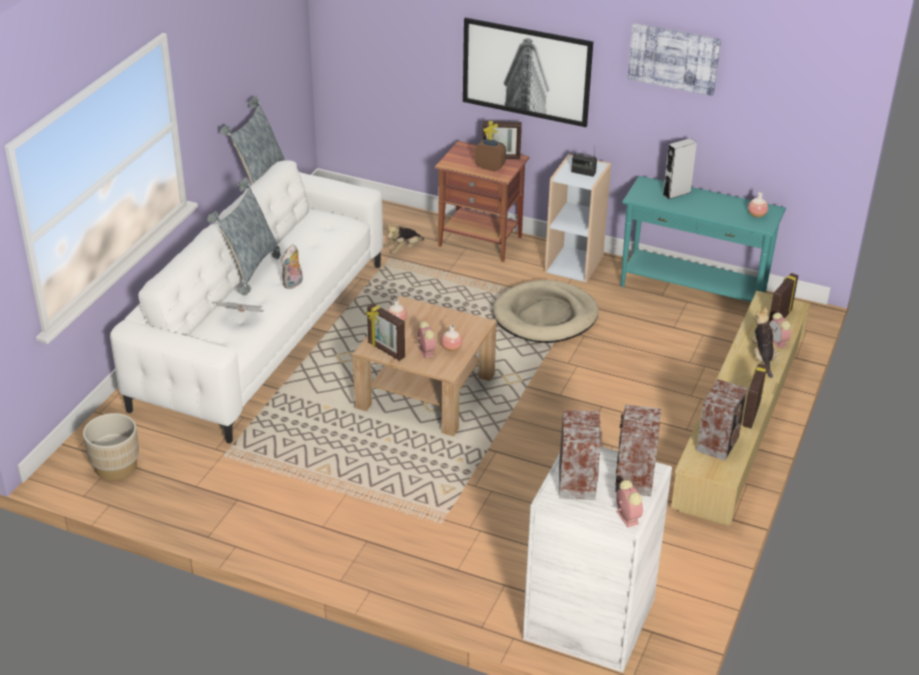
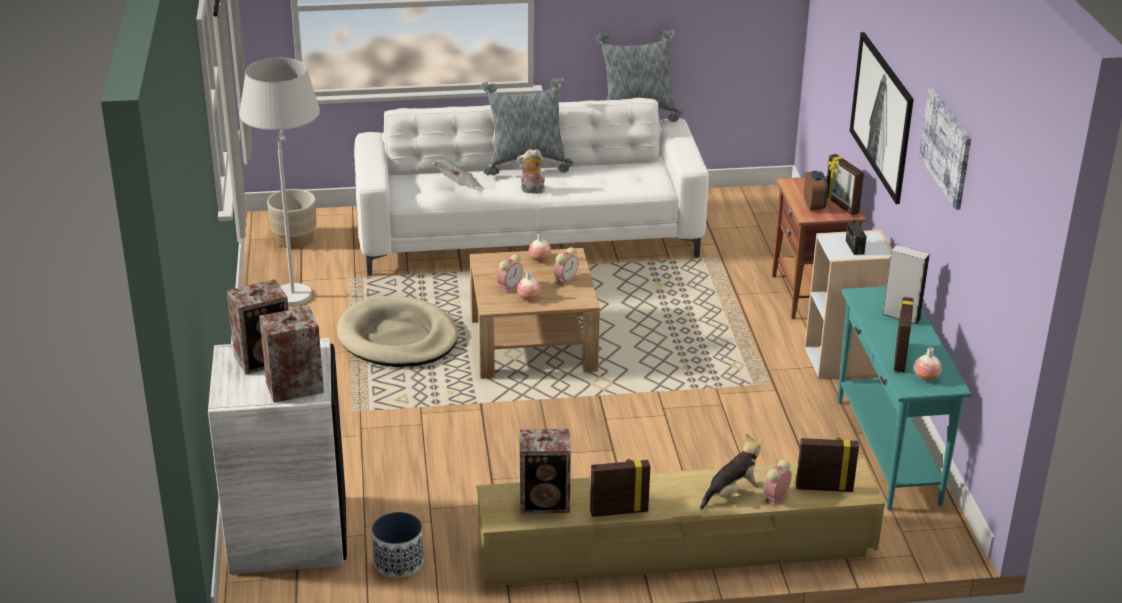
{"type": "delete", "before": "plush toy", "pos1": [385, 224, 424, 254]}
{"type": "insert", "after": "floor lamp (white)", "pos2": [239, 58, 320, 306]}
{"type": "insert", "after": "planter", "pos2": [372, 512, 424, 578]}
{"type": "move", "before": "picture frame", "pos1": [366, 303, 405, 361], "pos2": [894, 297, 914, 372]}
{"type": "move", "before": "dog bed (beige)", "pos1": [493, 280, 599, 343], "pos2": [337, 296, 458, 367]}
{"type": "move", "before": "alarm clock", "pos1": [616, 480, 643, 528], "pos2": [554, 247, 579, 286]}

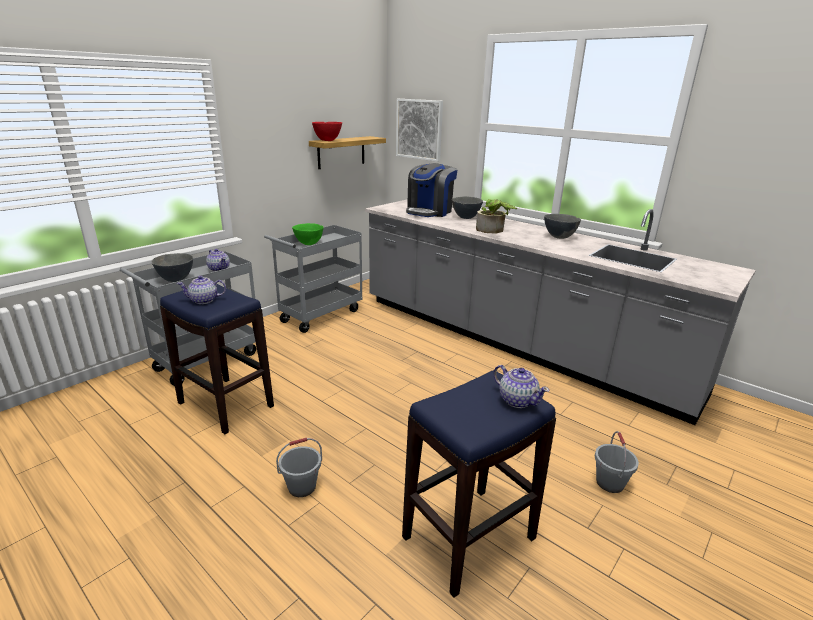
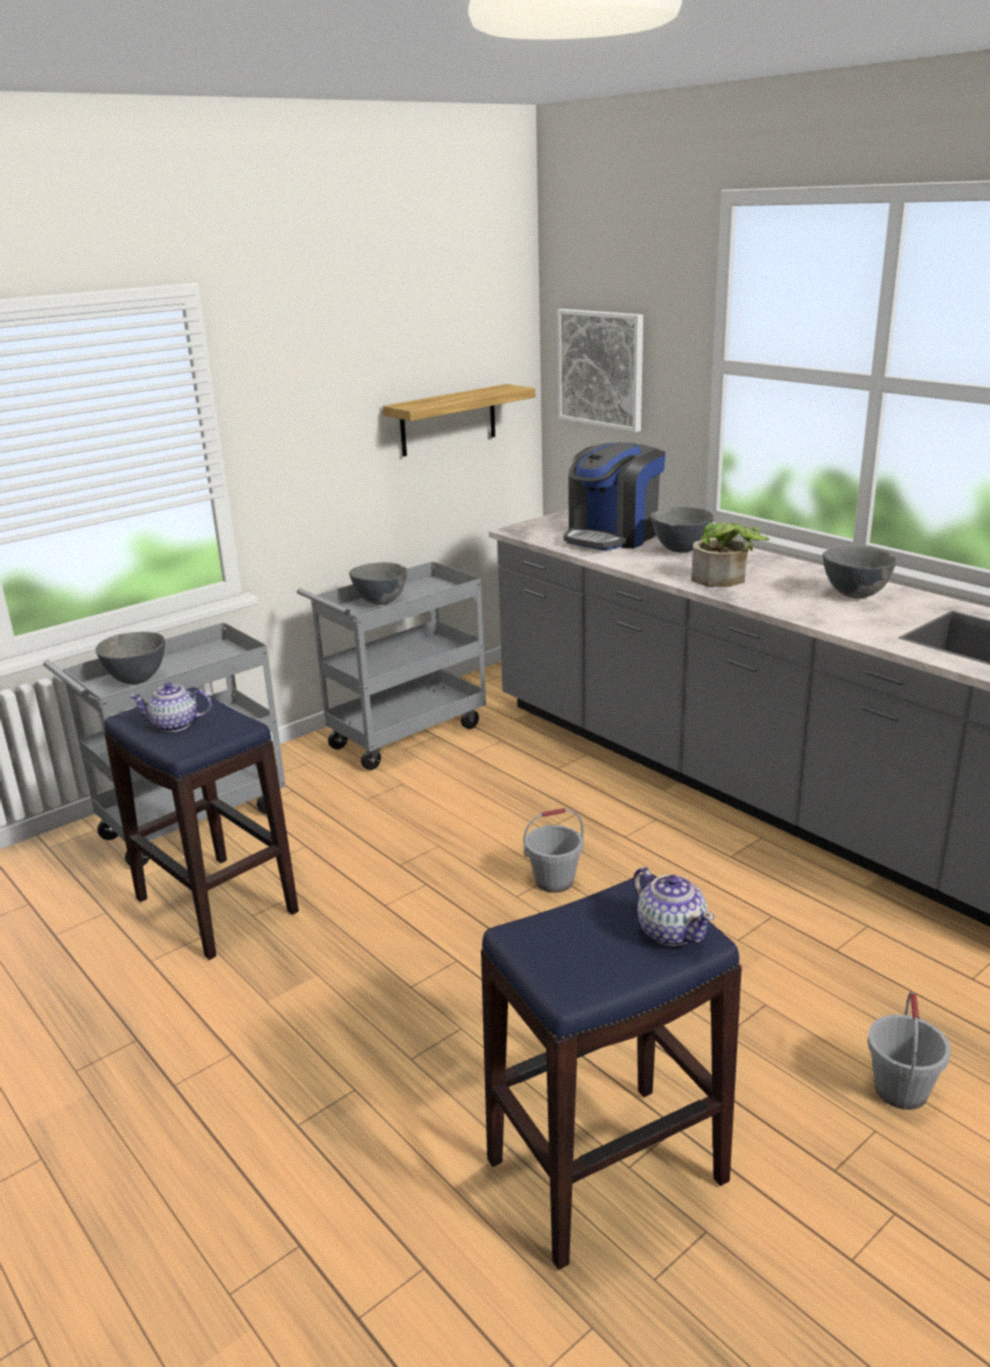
{"type": "delete", "before": "teapot", "pos1": [206, 249, 230, 272]}
{"type": "delete", "before": "bowl (red)", "pos1": [312, 122, 342, 141]}
{"type": "move", "before": "bucket (grey)", "pos1": [276, 437, 322, 497], "pos2": [523, 808, 583, 893]}
{"type": "recolor", "before": "bowl (green)", "after": "bowl (grey)", "pos1": [292, 223, 324, 245], "pos2": [349, 562, 407, 605]}

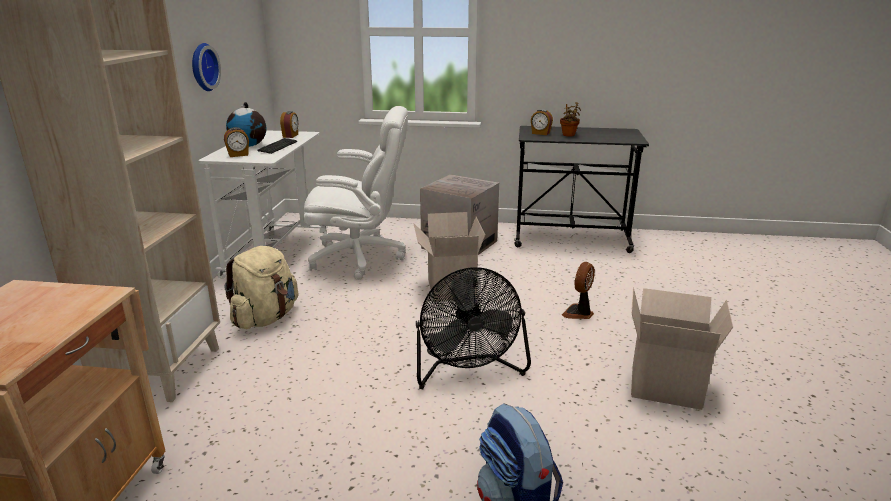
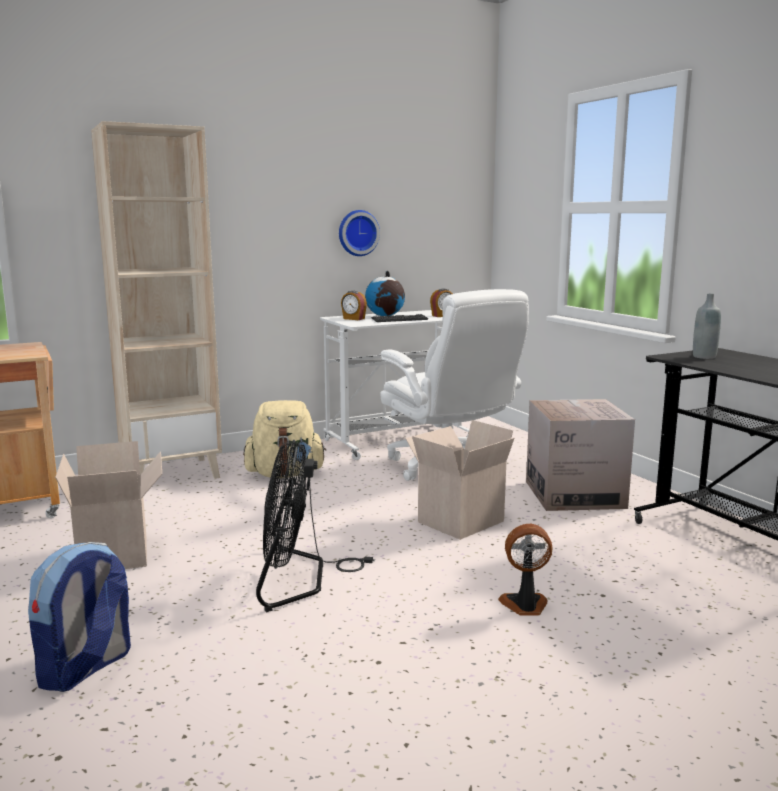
{"type": "delete", "before": "potted plant", "pos1": [560, 102, 581, 137]}
{"type": "move", "before": "cardboard box", "pos1": [631, 287, 733, 410], "pos2": [55, 441, 162, 569]}
{"type": "replace", "before": "alarm clock", "after": "bottle (grey)", "pos1": [531, 109, 553, 135], "pos2": [693, 293, 721, 359]}
{"type": "rotate", "before": "fan (black)", "pos1": [416, 267, 531, 389], "pos2": [256, 440, 375, 612], "turn": 45}

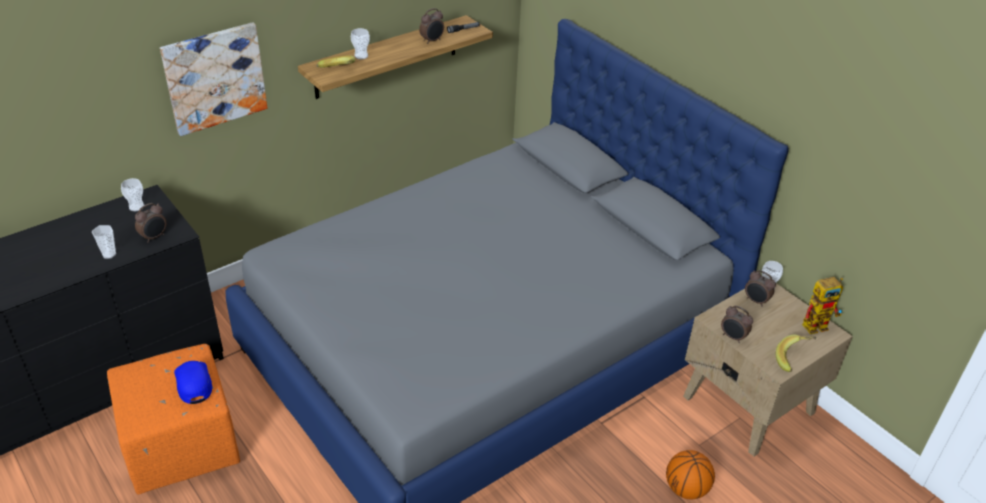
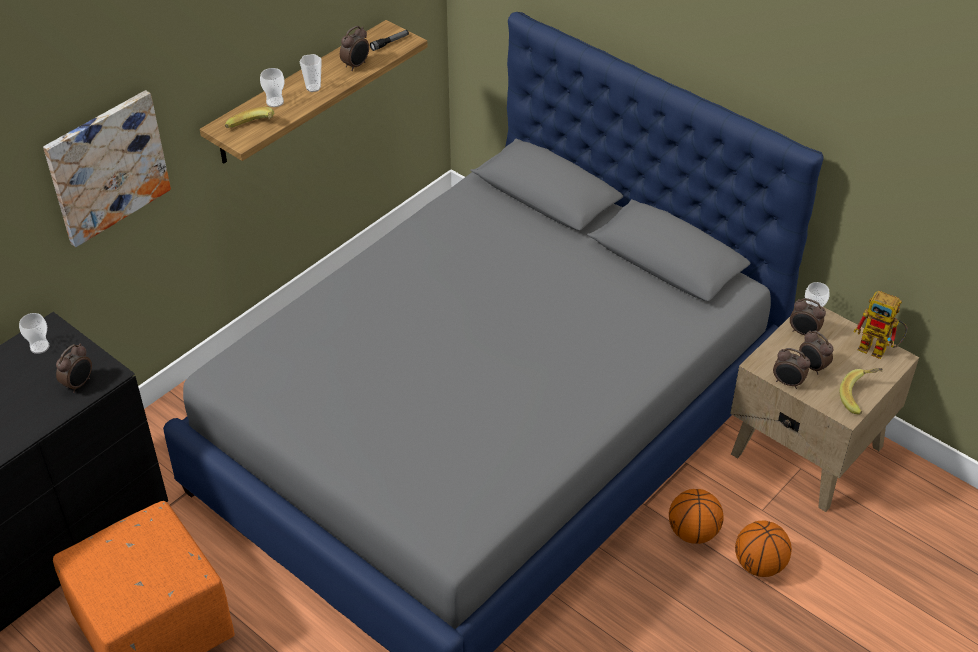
{"type": "delete", "before": "cap (blue)", "pos1": [174, 361, 212, 404]}
{"type": "insert", "after": "basketball", "pos2": [669, 489, 724, 544]}
{"type": "insert", "after": "alarm clock", "pos2": [799, 331, 833, 375]}
{"type": "move", "before": "cup", "pos1": [92, 225, 116, 259], "pos2": [299, 54, 322, 92]}
{"type": "rotate", "before": "toy robot", "pos1": [802, 277, 843, 334], "pos2": [853, 291, 907, 359], "turn": 60}

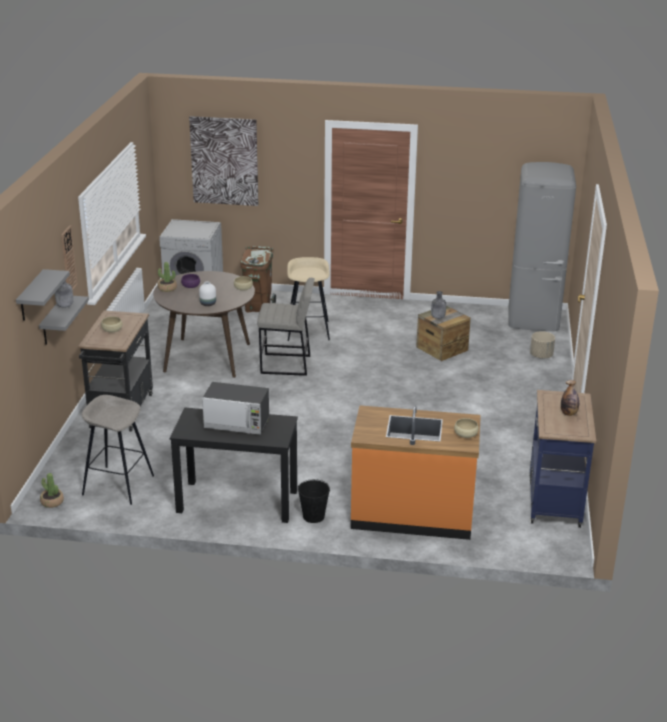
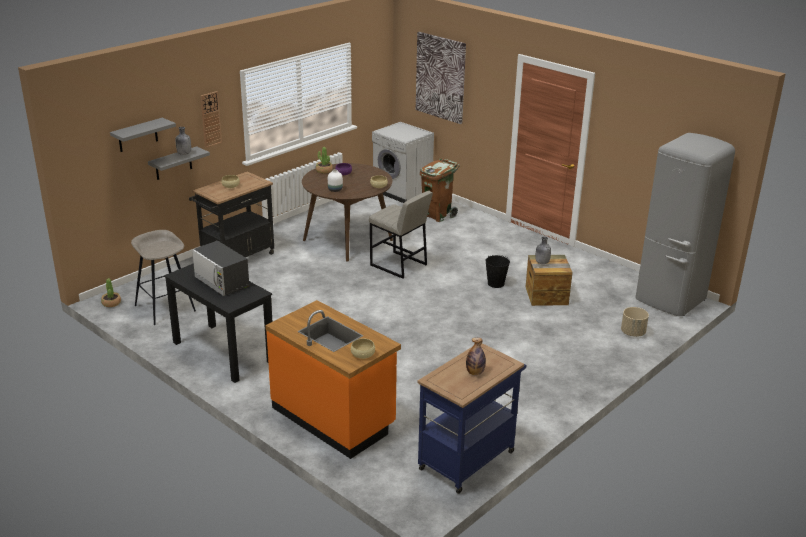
{"type": "delete", "before": "stool (beige)", "pos1": [287, 257, 330, 341]}
{"type": "move", "before": "bucket (black)", "pos1": [298, 479, 330, 523], "pos2": [485, 255, 510, 288]}

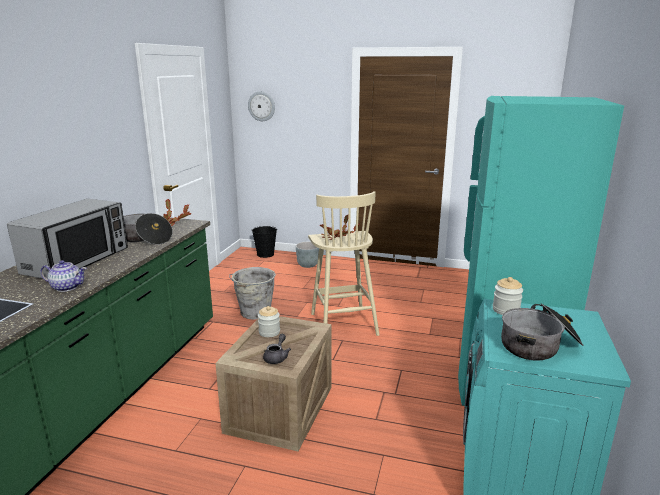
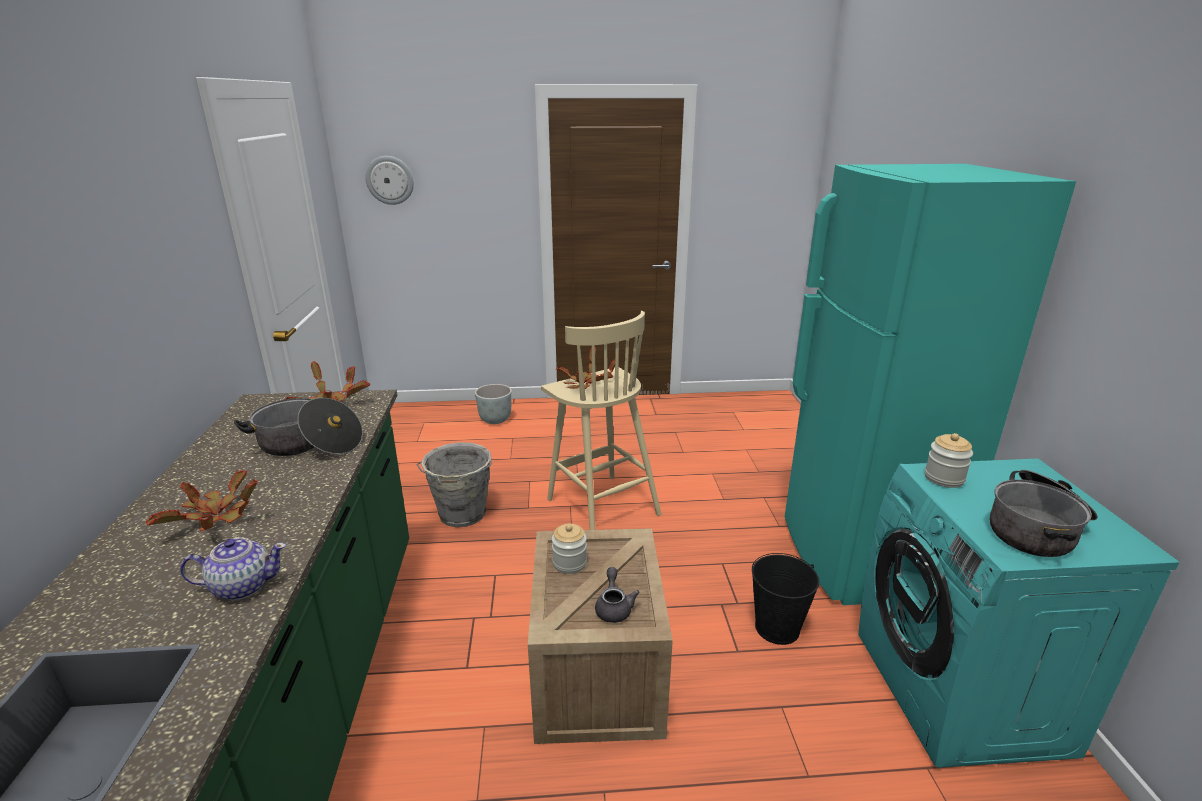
{"type": "move", "before": "bucket (black)", "pos1": [252, 226, 277, 258], "pos2": [752, 553, 819, 645]}
{"type": "replace", "before": "microwave", "after": "potted plant", "pos1": [7, 199, 128, 279], "pos2": [146, 469, 258, 531]}

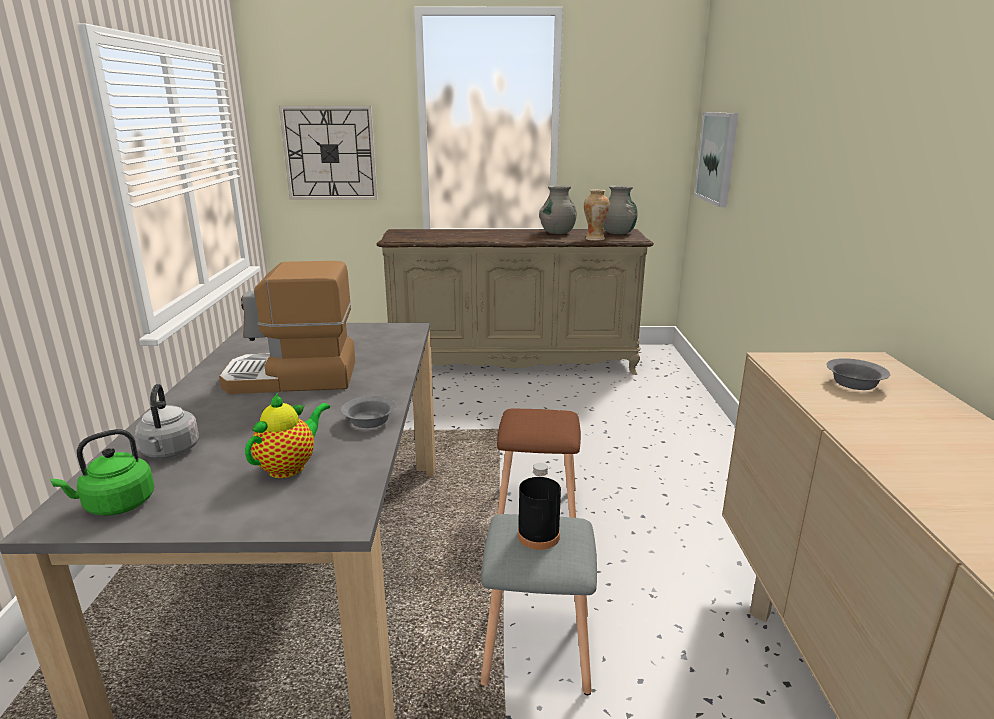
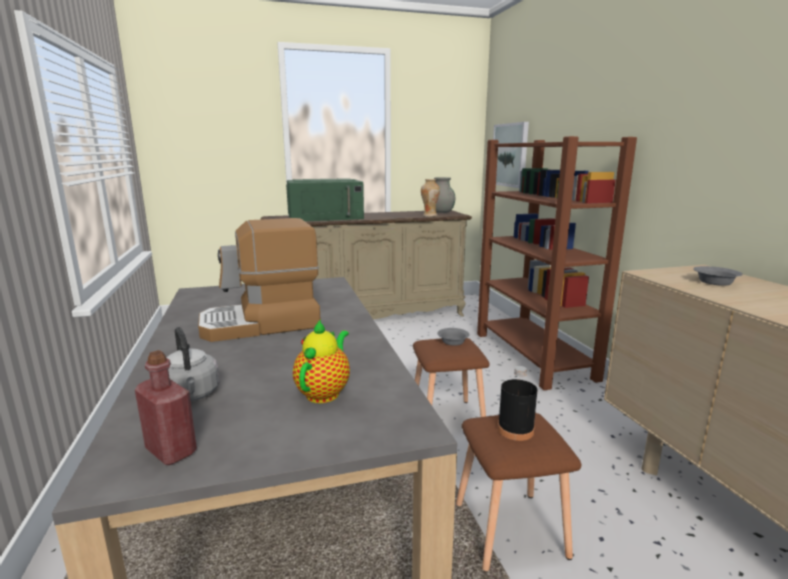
{"type": "delete", "before": "wall clock", "pos1": [279, 106, 378, 200]}
{"type": "delete", "before": "vase (grey)", "pos1": [539, 185, 577, 234]}
{"type": "insert", "after": "microwave (green)", "pos2": [286, 178, 364, 221]}
{"type": "insert", "after": "bookcase (brown)", "pos2": [477, 136, 637, 390]}
{"type": "move", "before": "bowl (grey)", "pos1": [341, 396, 396, 428], "pos2": [438, 328, 470, 346]}
{"type": "replace", "before": "kettle (green)", "after": "bottle (red)", "pos1": [50, 429, 154, 516], "pos2": [135, 350, 197, 465]}
{"type": "recolor", "before": "stool (grey)", "after": "stool (brown)", "pos1": [480, 514, 597, 695], "pos2": [456, 413, 581, 571]}

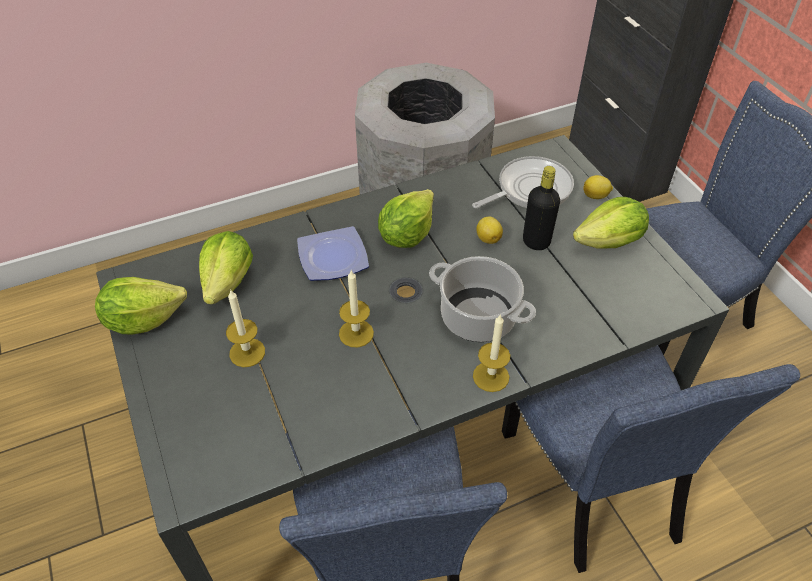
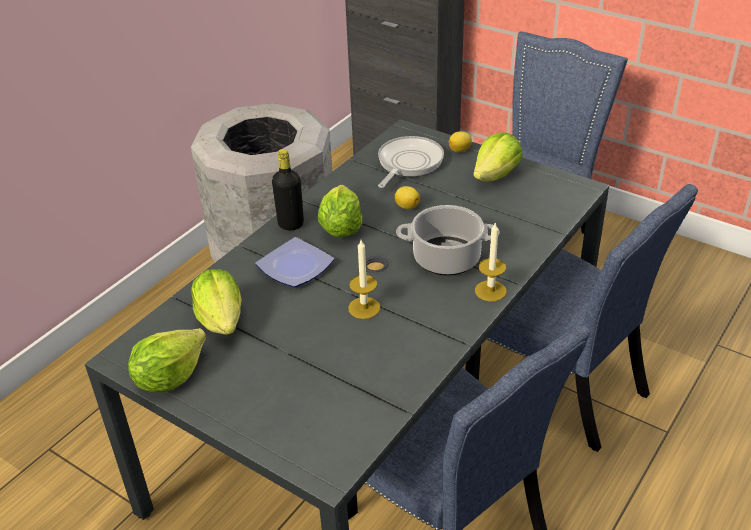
{"type": "delete", "before": "candle", "pos1": [226, 289, 265, 367]}
{"type": "move", "before": "bottle (black)", "pos1": [523, 166, 560, 250], "pos2": [272, 149, 304, 230]}

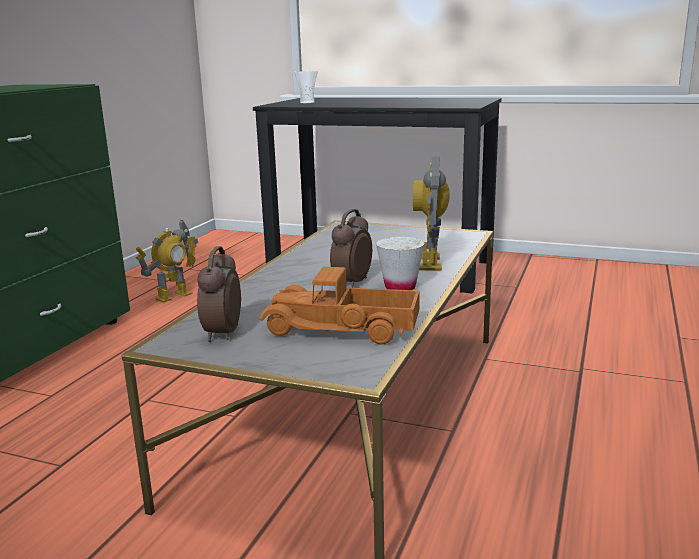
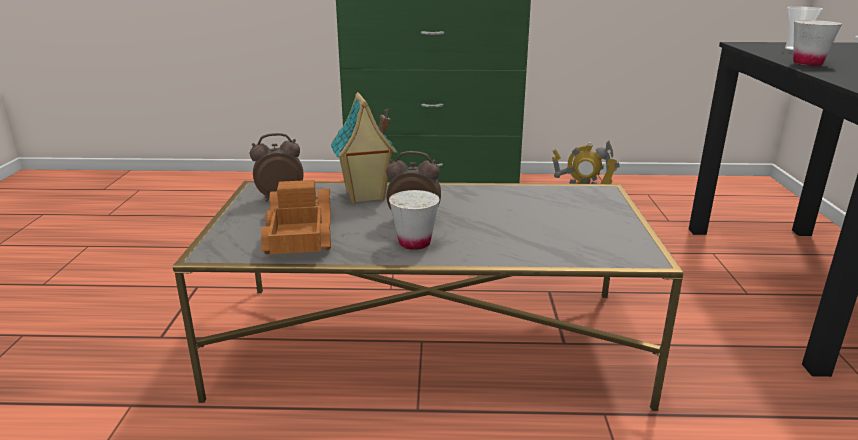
{"type": "delete", "before": "toy robot", "pos1": [413, 157, 450, 270]}
{"type": "insert", "after": "toy house", "pos2": [331, 92, 398, 204]}
{"type": "insert", "after": "cup (white)", "pos2": [793, 20, 842, 66]}

